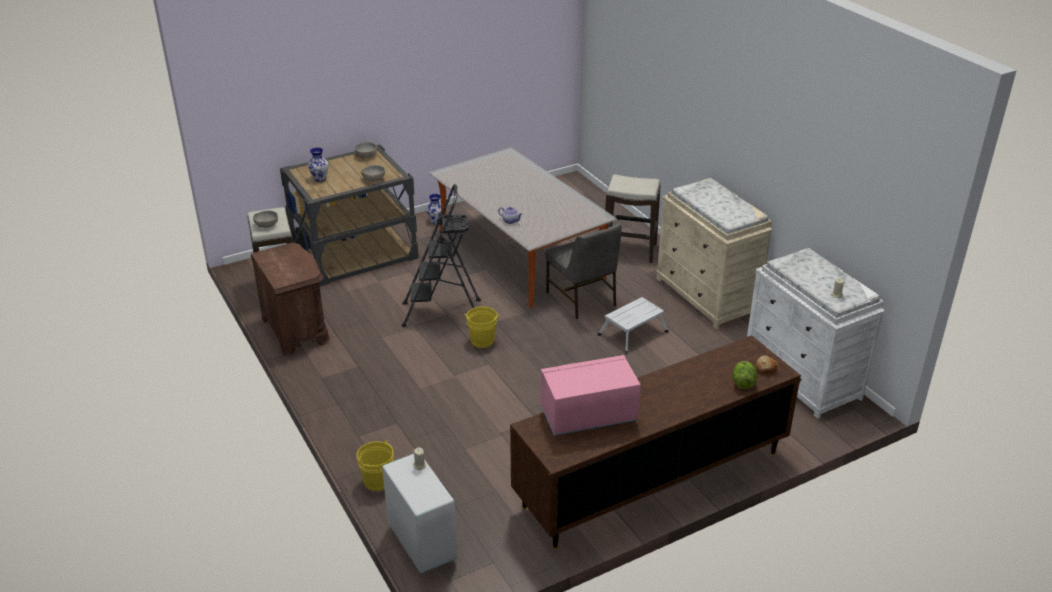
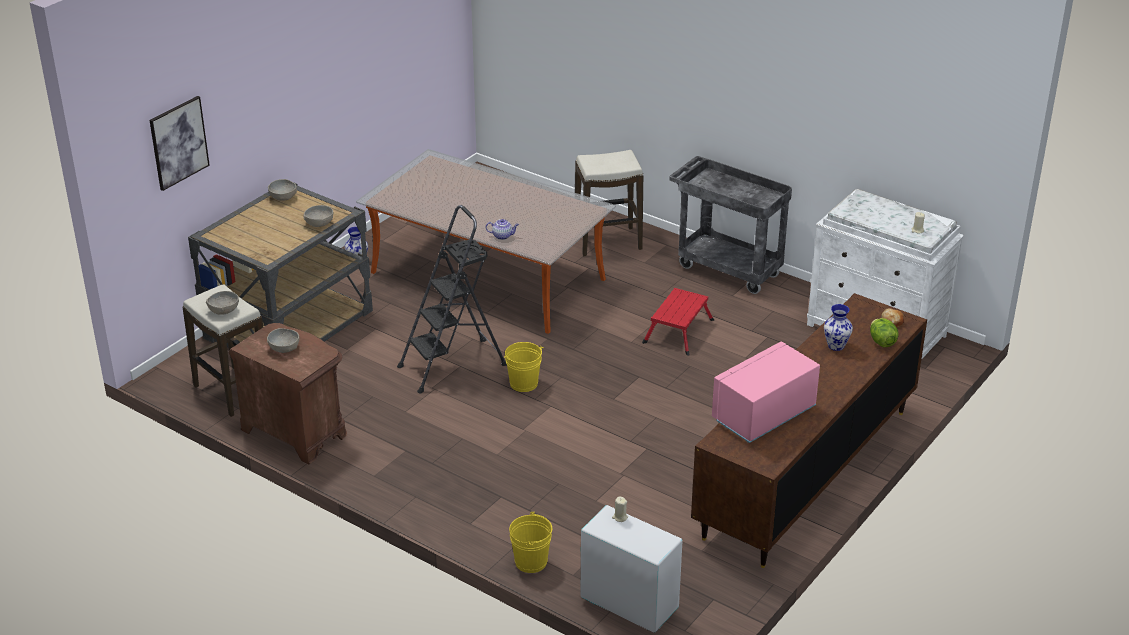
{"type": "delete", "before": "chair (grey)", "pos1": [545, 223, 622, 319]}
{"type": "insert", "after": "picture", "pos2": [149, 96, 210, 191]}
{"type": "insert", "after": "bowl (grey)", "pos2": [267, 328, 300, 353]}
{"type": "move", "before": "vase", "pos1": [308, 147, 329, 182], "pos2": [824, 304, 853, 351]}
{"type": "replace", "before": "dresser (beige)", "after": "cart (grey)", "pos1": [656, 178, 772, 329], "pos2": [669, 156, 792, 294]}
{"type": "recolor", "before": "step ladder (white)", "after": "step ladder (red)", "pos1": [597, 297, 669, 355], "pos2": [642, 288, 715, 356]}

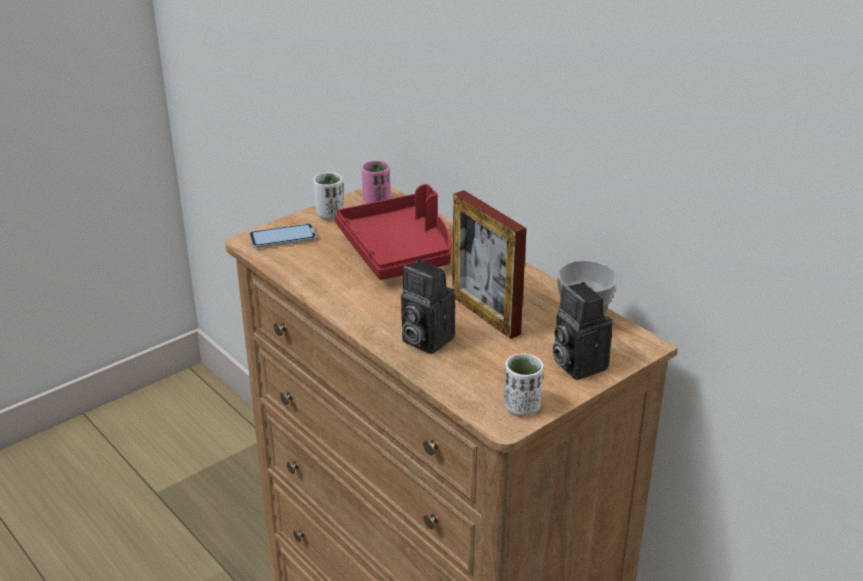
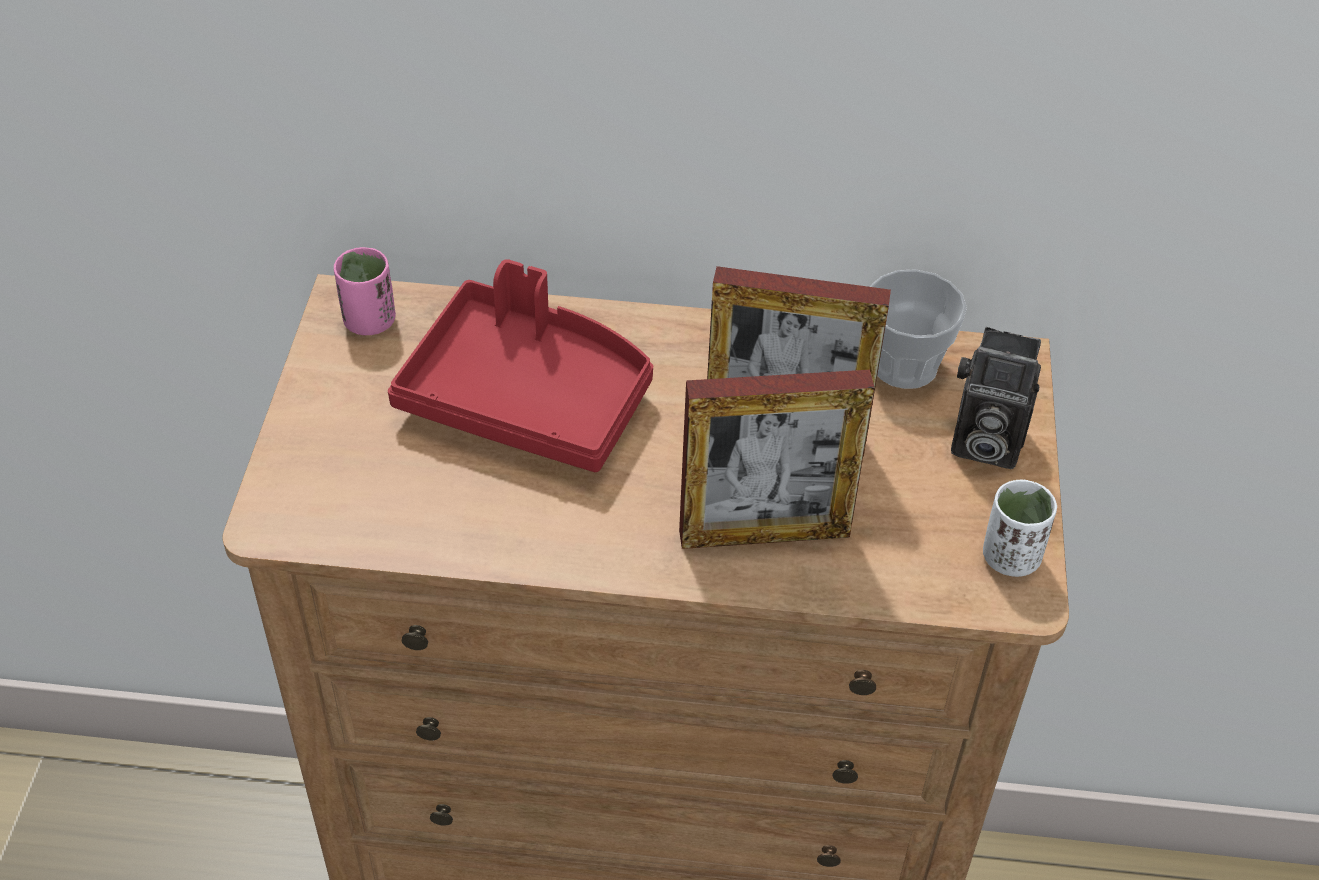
{"type": "delete", "before": "phone", "pos1": [249, 224, 316, 248]}
{"type": "delete", "before": "cup (white)", "pos1": [314, 172, 344, 220]}
{"type": "replace", "before": "photo camera", "after": "picture frame", "pos1": [401, 260, 455, 354], "pos2": [679, 370, 874, 549]}

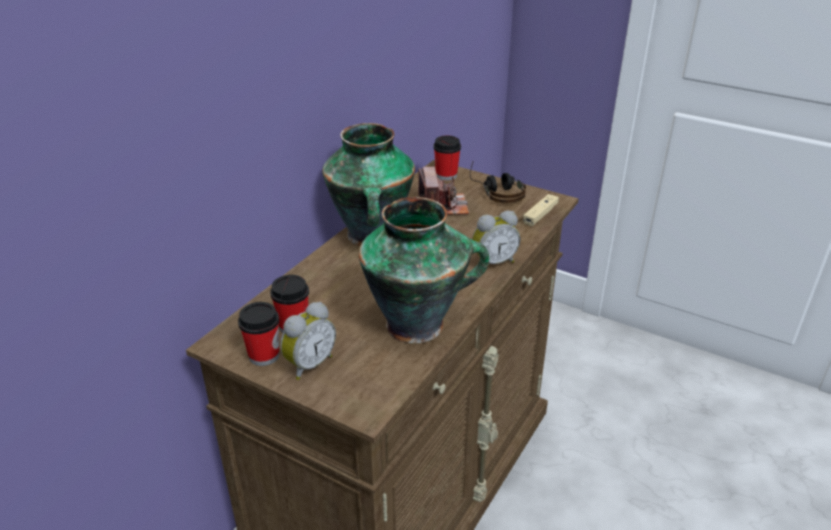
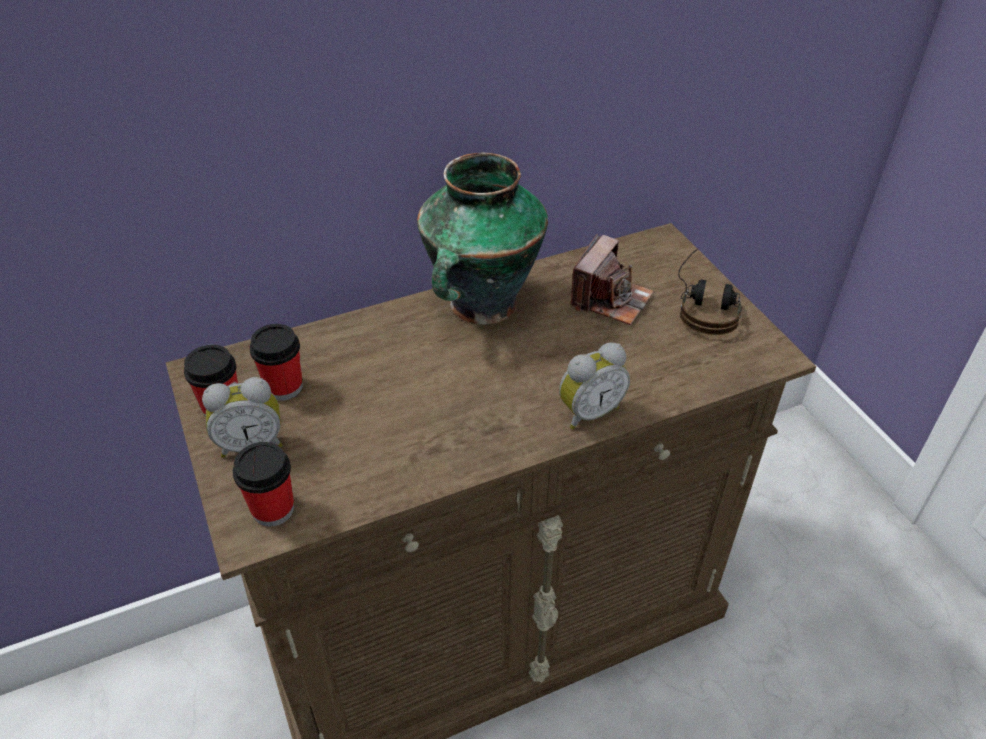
{"type": "delete", "before": "vase", "pos1": [359, 197, 489, 343]}
{"type": "delete", "before": "game controller (beige)", "pos1": [523, 194, 559, 226]}
{"type": "move", "before": "cup", "pos1": [433, 135, 461, 181], "pos2": [233, 442, 294, 526]}
{"type": "rotate", "before": "alarm clock", "pos1": [472, 211, 520, 264], "pos2": [559, 342, 630, 429], "turn": -45}

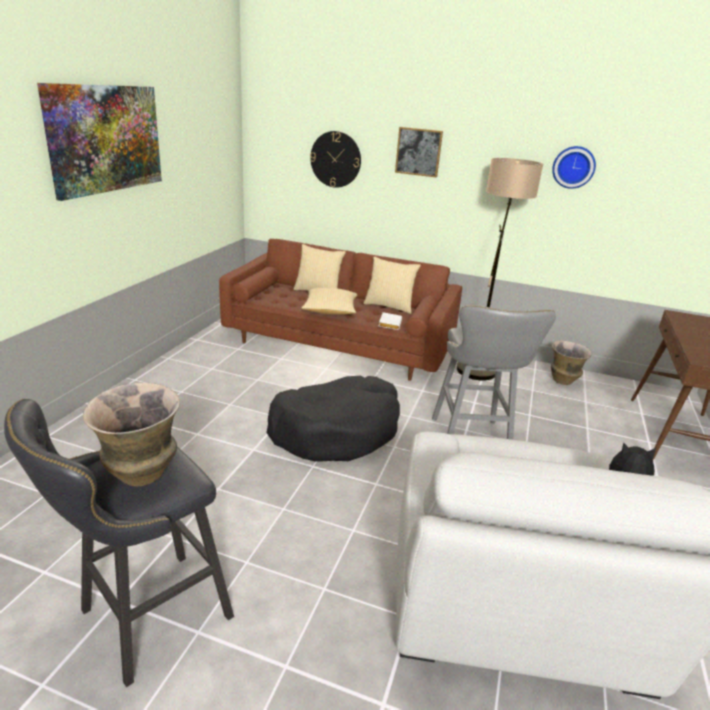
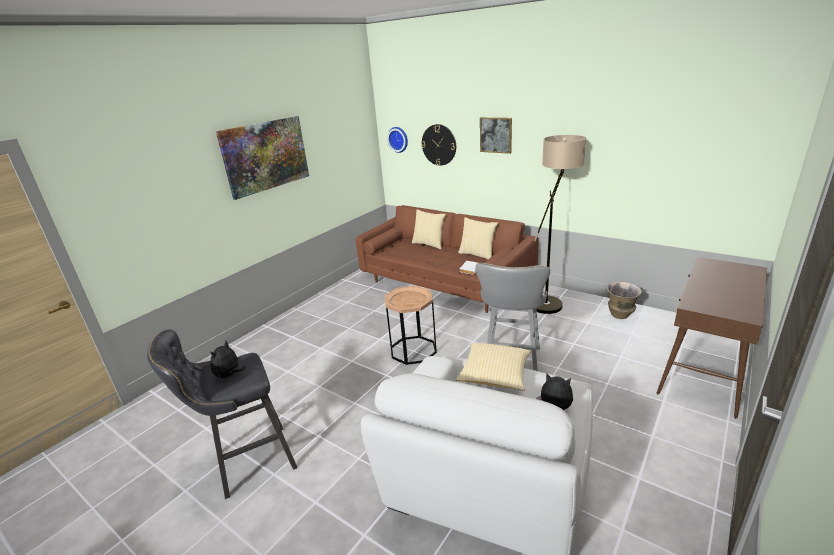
{"type": "move", "before": "pillow", "pos1": [302, 288, 357, 315], "pos2": [456, 343, 531, 391]}
{"type": "move", "before": "wall clock", "pos1": [552, 146, 596, 189], "pos2": [387, 127, 408, 153]}
{"type": "replace", "before": "vase", "after": "plush toy", "pos1": [83, 383, 180, 486], "pos2": [210, 341, 246, 378]}
{"type": "replace", "before": "dog bed (black)", "after": "side table (brown)", "pos1": [266, 376, 400, 462], "pos2": [385, 286, 437, 365]}

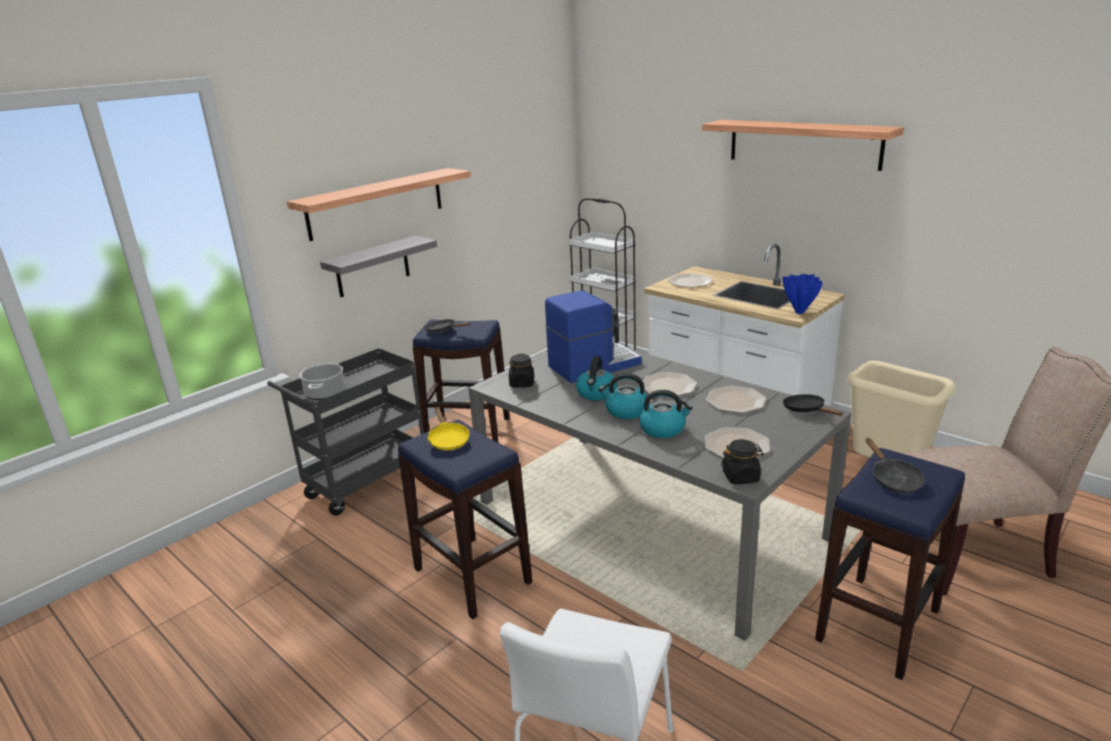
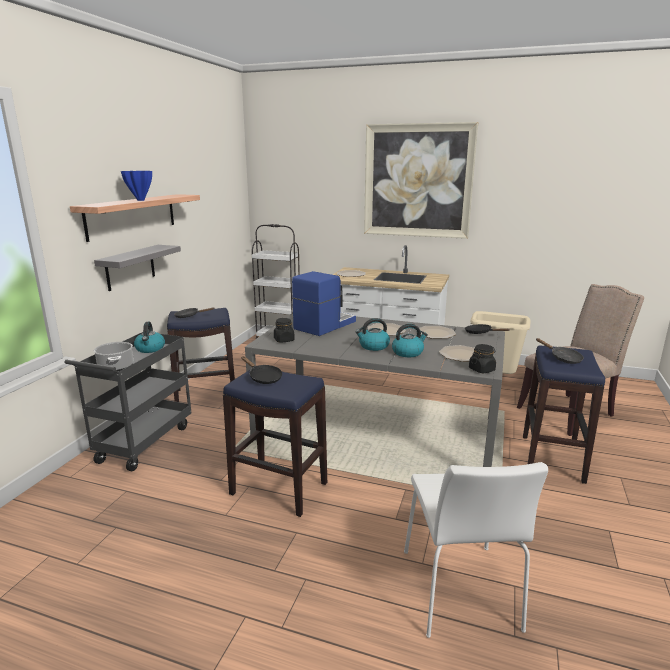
{"type": "move", "before": "kettle", "pos1": [576, 356, 617, 401], "pos2": [134, 322, 165, 353]}
{"type": "move", "before": "vase (blue)", "pos1": [783, 274, 823, 314], "pos2": [121, 171, 152, 201]}
{"type": "replace", "before": "shelf", "after": "picture", "pos1": [702, 120, 904, 171], "pos2": [364, 122, 478, 239]}
{"type": "recolor", "before": "frying pan (yellow)", "after": "frying pan (black)", "pos1": [428, 407, 469, 450], "pos2": [241, 356, 282, 384]}

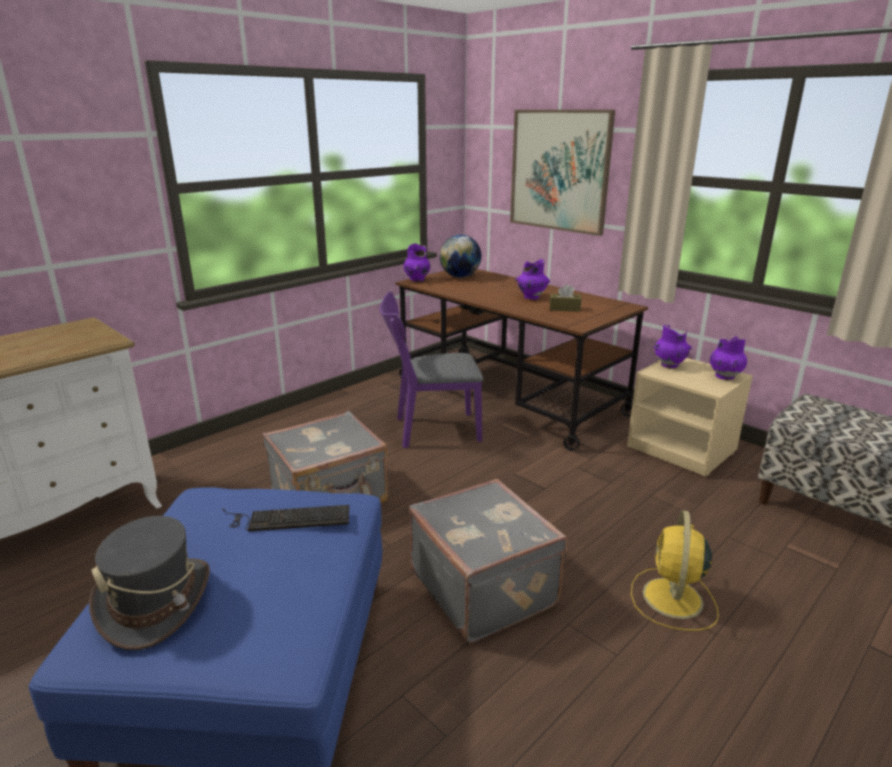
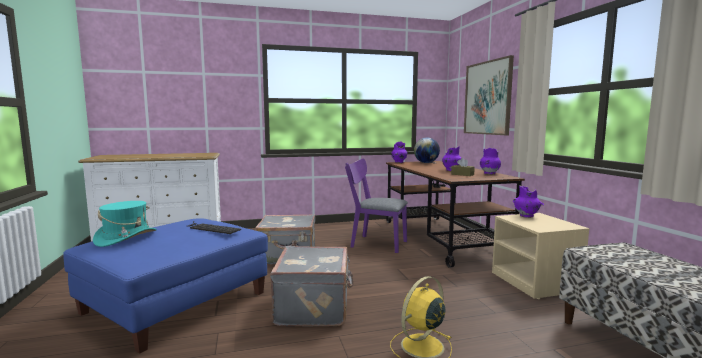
{"type": "move", "before": "vase (purple)", "pos1": [710, 336, 747, 380], "pos2": [480, 148, 501, 174]}
{"type": "recolor", "before": "hat (grey)", "after": "hat (turquoise)", "pos1": [89, 516, 210, 650], "pos2": [93, 201, 157, 247]}

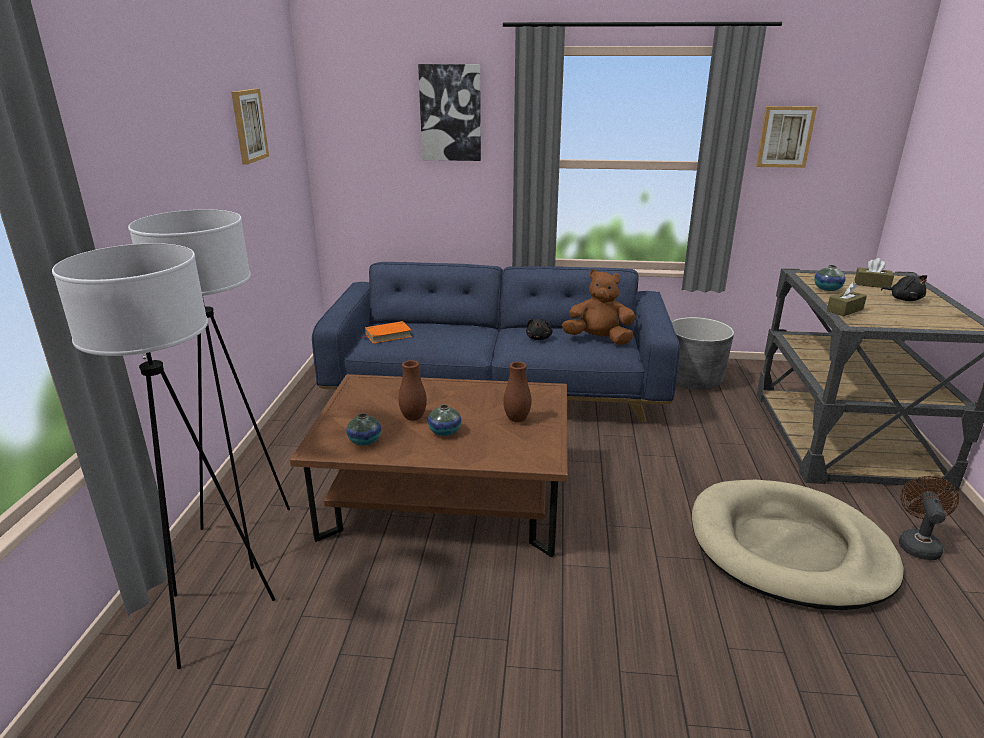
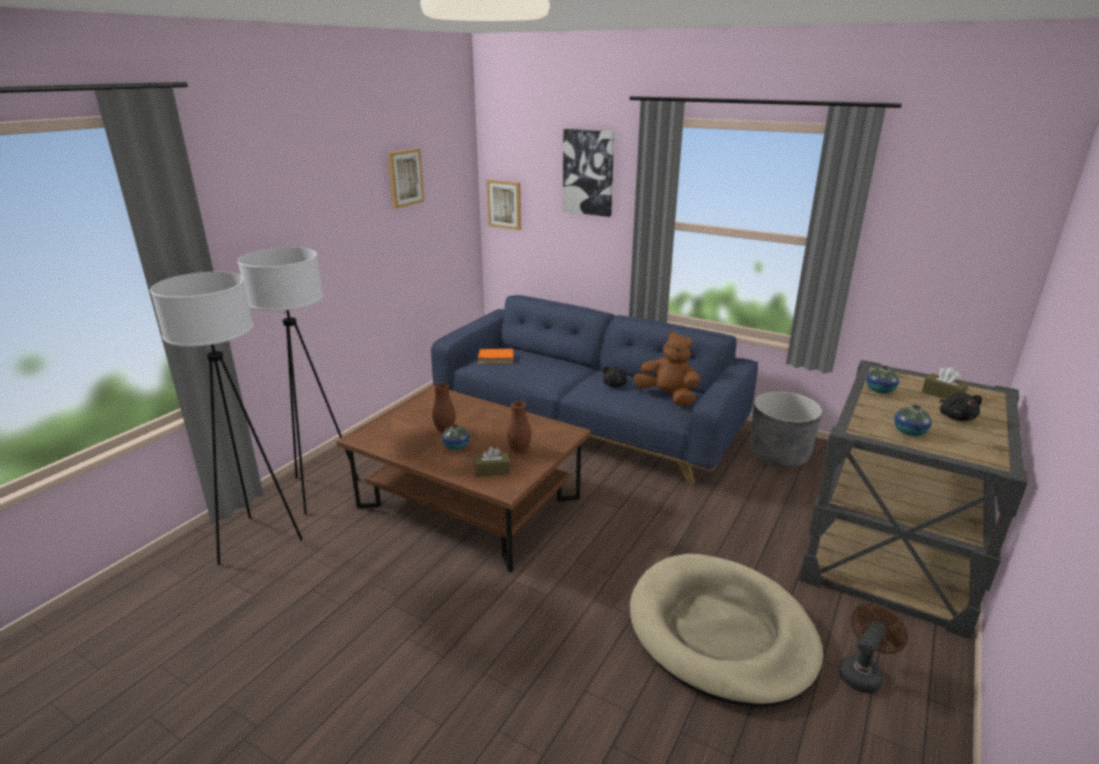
{"type": "move", "before": "vase", "pos1": [346, 413, 381, 446], "pos2": [894, 405, 932, 436]}
{"type": "move", "before": "picture", "pos1": [756, 106, 817, 168], "pos2": [487, 180, 521, 230]}
{"type": "move", "before": "tissue box (brown)", "pos1": [827, 282, 867, 316], "pos2": [474, 447, 510, 477]}

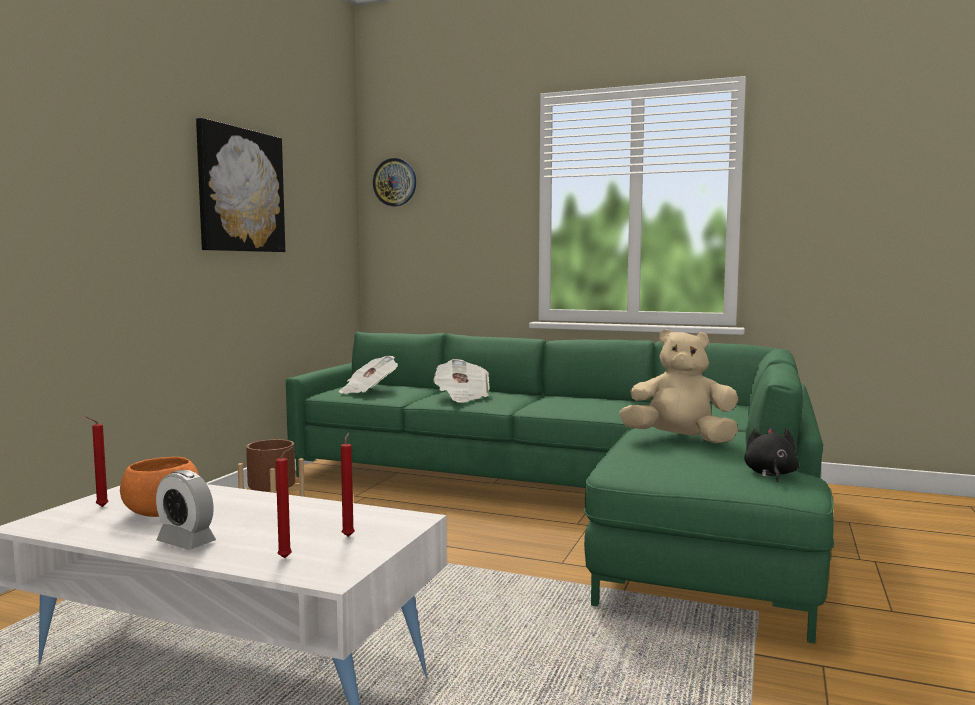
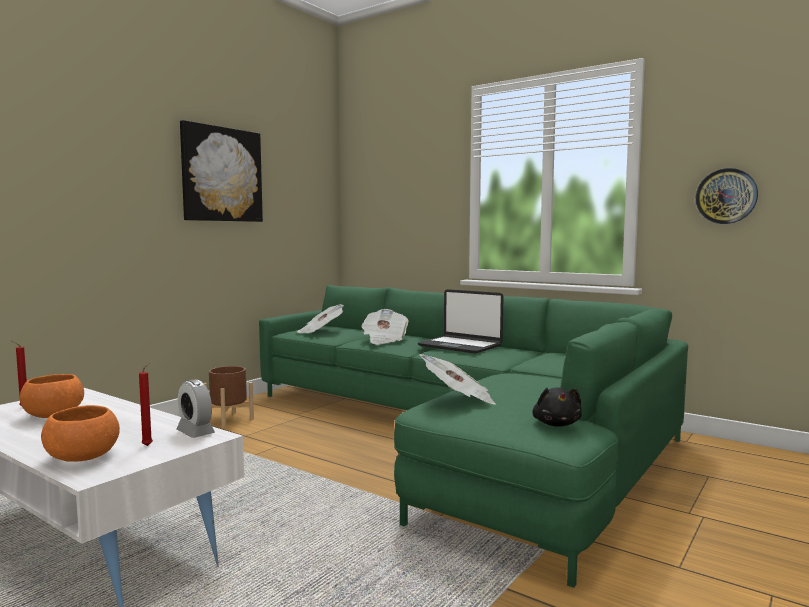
{"type": "delete", "before": "plush toy (beige)", "pos1": [619, 329, 738, 443]}
{"type": "insert", "after": "laptop", "pos2": [418, 289, 504, 354]}
{"type": "insert", "after": "newspaper", "pos2": [420, 354, 496, 405]}
{"type": "move", "before": "alarm clock", "pos1": [156, 470, 216, 550], "pos2": [177, 379, 215, 438]}
{"type": "move", "before": "wall clock", "pos1": [373, 158, 416, 207], "pos2": [696, 168, 758, 224]}
{"type": "replace", "before": "candle (red)", "after": "bowl (orange)", "pos1": [276, 447, 293, 558], "pos2": [41, 405, 120, 462]}
{"type": "rotate", "before": "plush toy (black)", "pos1": [744, 428, 799, 482], "pos2": [532, 387, 582, 427], "turn": 150}

